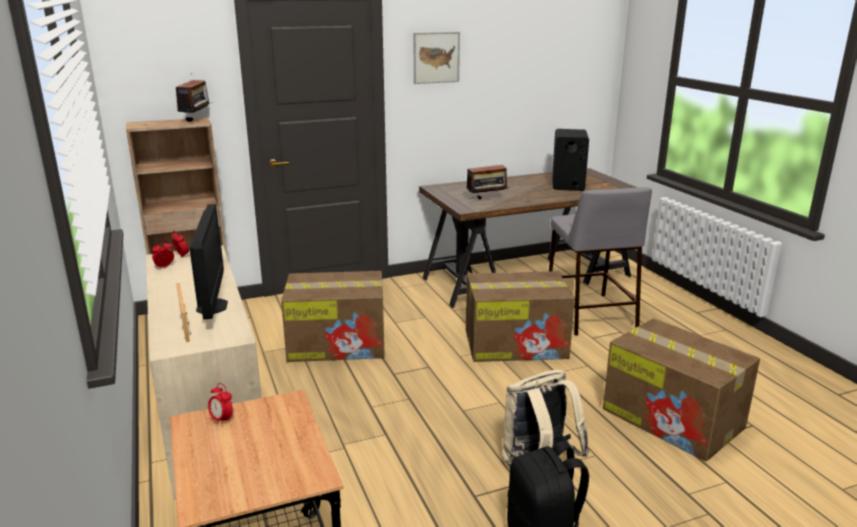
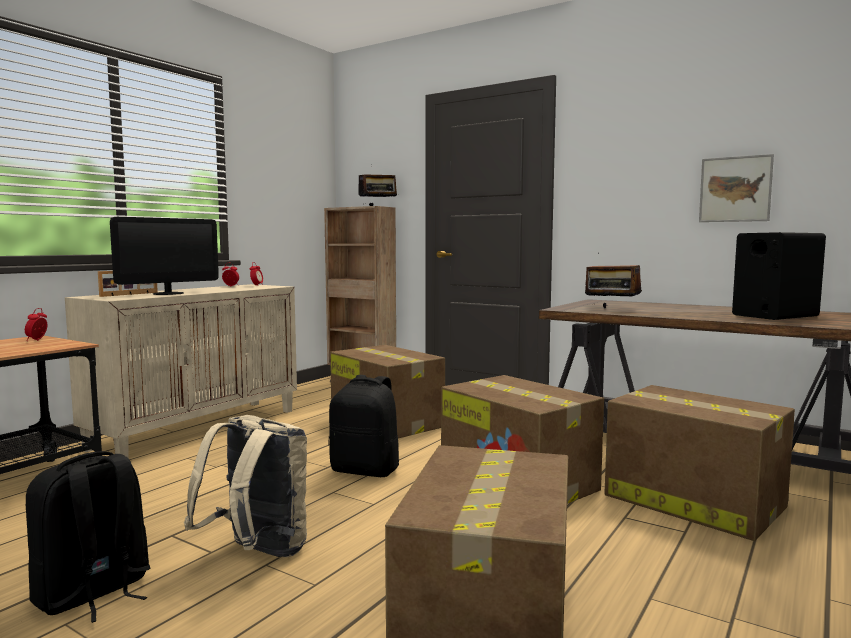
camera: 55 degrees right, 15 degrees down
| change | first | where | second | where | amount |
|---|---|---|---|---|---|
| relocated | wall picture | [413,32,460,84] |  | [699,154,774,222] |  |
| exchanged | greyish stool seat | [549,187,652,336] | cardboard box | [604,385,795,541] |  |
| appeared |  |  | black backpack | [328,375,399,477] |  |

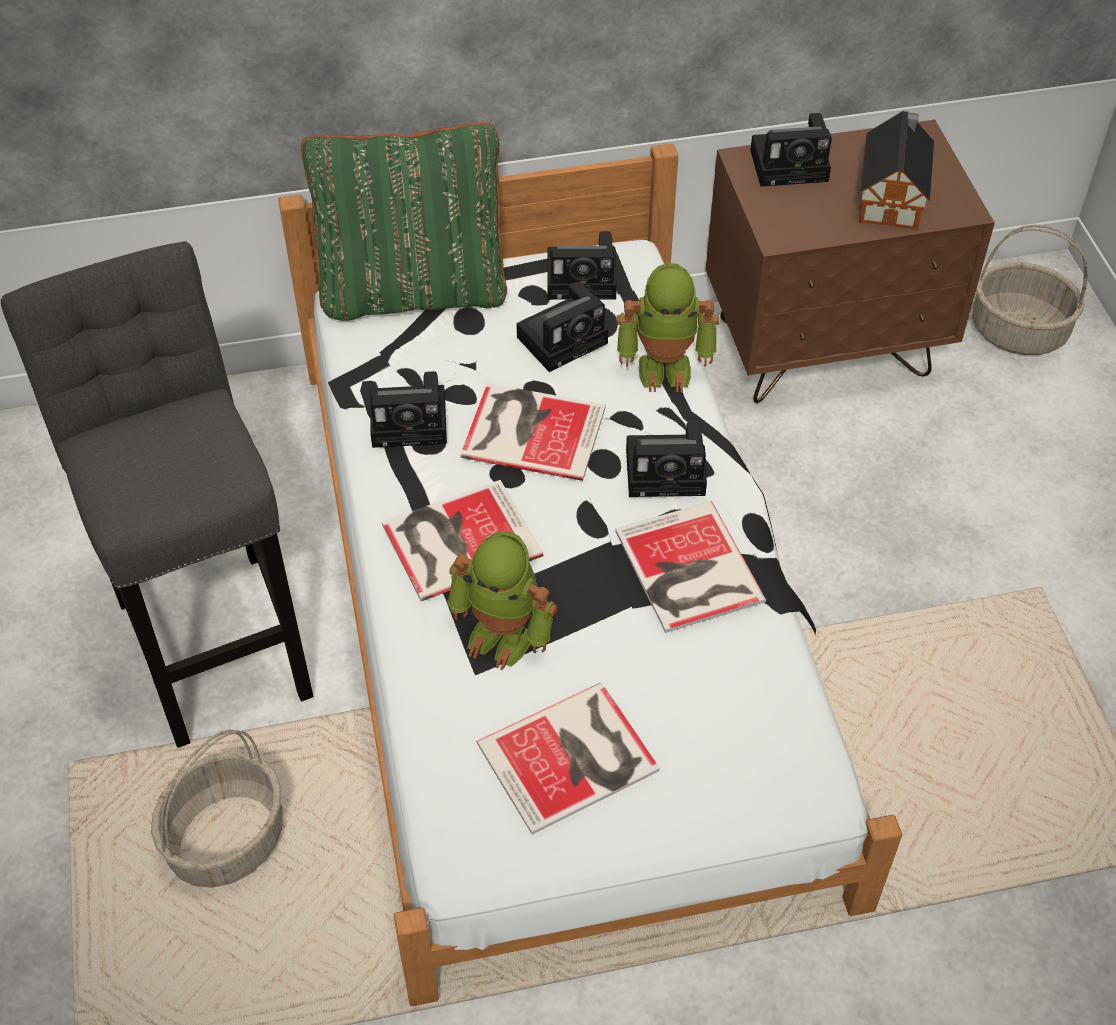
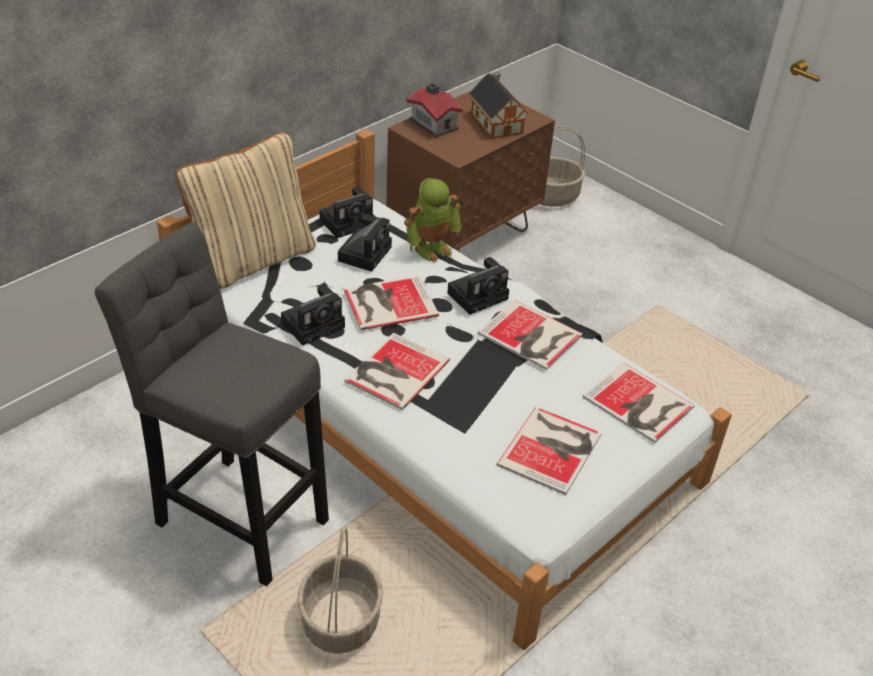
camera: 35 degrees left, 10 degrees down
| change | first | where | second | where | amount |
|---|---|---|---|---|---|
| exchanged | photo camera | [750,113,832,187] | toy house | [407,83,463,137] |  |
| colour | greenish throw pillow | [301,122,507,321] | sand-coloured throw pillow | [176,132,316,289] |  |
| missing | robot figure | [447,531,557,670] |  |  |  |
| appeared |  |  | bound book | [582,362,695,443] |  |

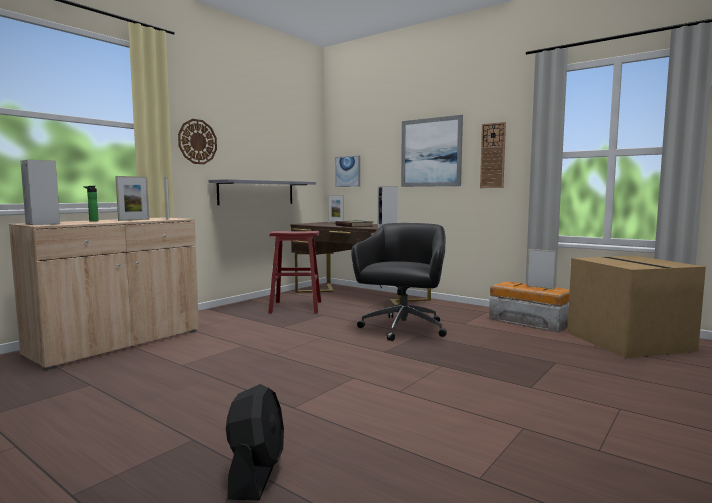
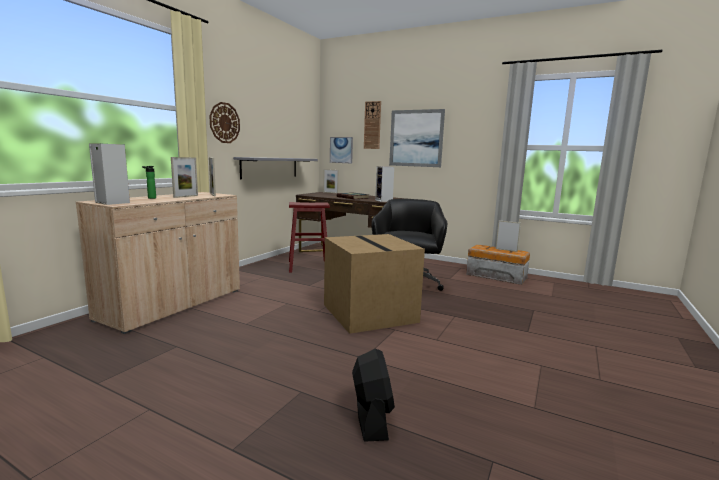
camera: 10 degrees left, 5 degrees up
| change | first | where | second | where | amount |
|---|---|---|---|---|---|
| relocated | wall clock | [480,122,506,188] |  | [364,101,381,149] |  |
| relocated | cardboard box | [567,256,706,358] |  | [324,234,425,334] |  |

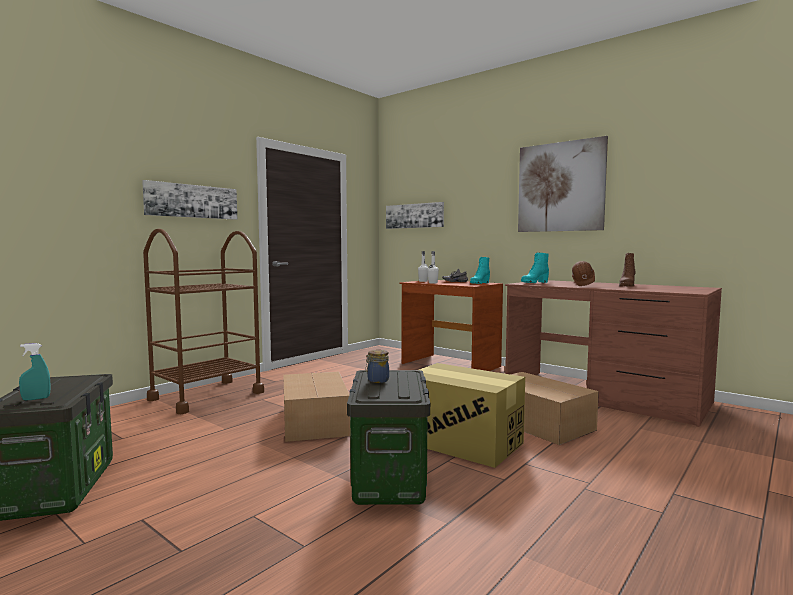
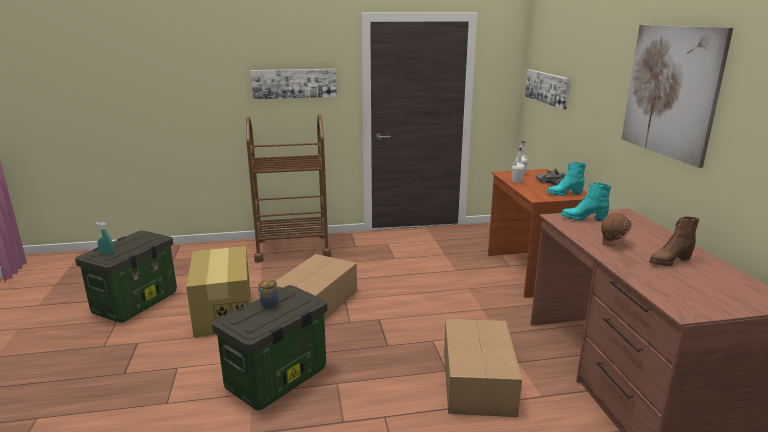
camera: 40 degrees right, 15 degrees up
| change | first | where | second | where | amount |
|---|---|---|---|---|---|
| relocated | cardboard box | [419,363,525,468] |  | [186,246,251,337] |  |

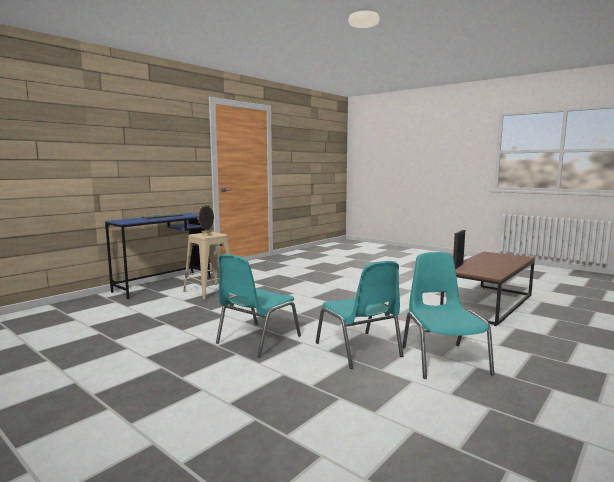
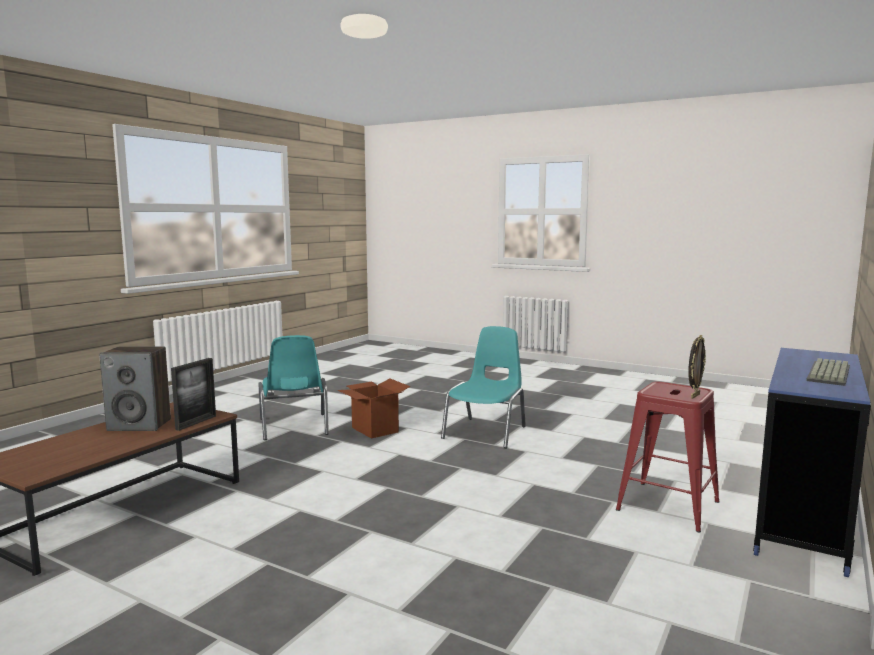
camera: 170 degrees right, 0 degrees up
| change | first | where | second | where | amount |
|---|---|---|---|---|---|
| colour | sand-coloured stool seat | [183,232,231,300] | red stool seat | [616,381,720,532] |  |
| exchanged | blue-green upright chair | [316,261,403,369] | cardboard box | [338,378,411,439] |  |
| appeared |  |  | speaker | [99,346,171,431] |  |

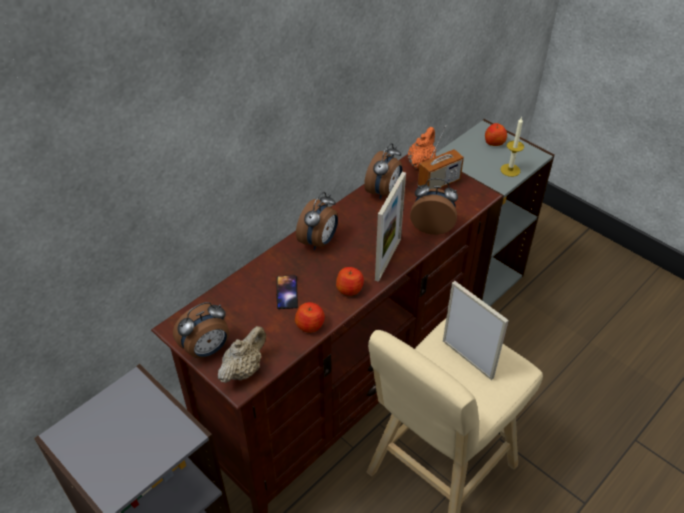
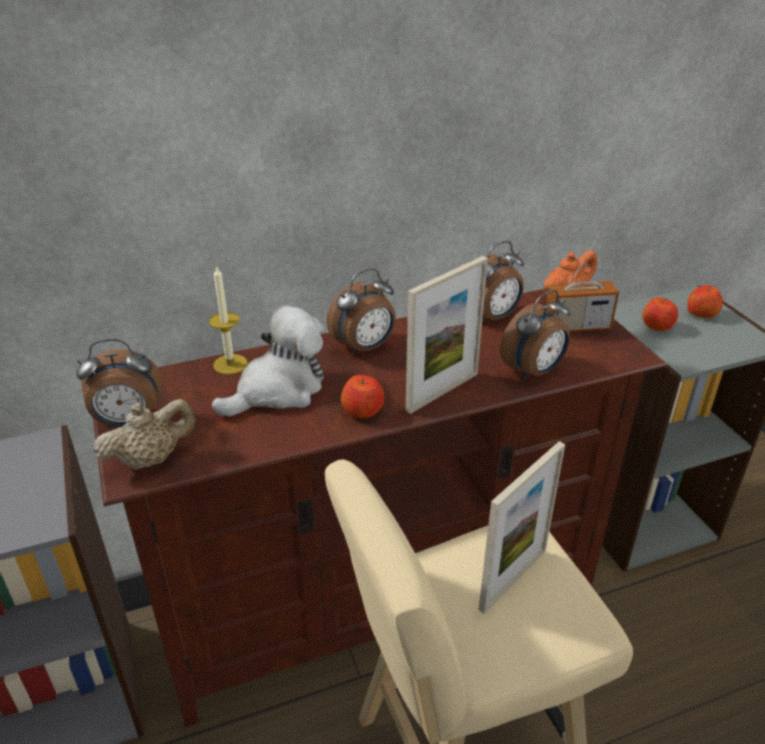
camera: 25 degrees right, 10 degrees down
| change | first | where | second | where | amount |
|---|---|---|---|---|---|
| relocated | wax light | [500,117,524,177] |  | [209,265,248,375] |  |
| spun | alarm clock | [410,178,458,235] |  | [500,290,571,380] | 105 degrees clockwise |
| exchanged | telephone | [277,275,298,309] | plush toy | [212,305,324,416] |  |
| spun | standing frame | [443,281,509,380] |  | [479,441,565,614] | 60 degrees clockwise |
| relocated | whole apple | [295,302,325,333] |  | [642,297,678,331] |  |

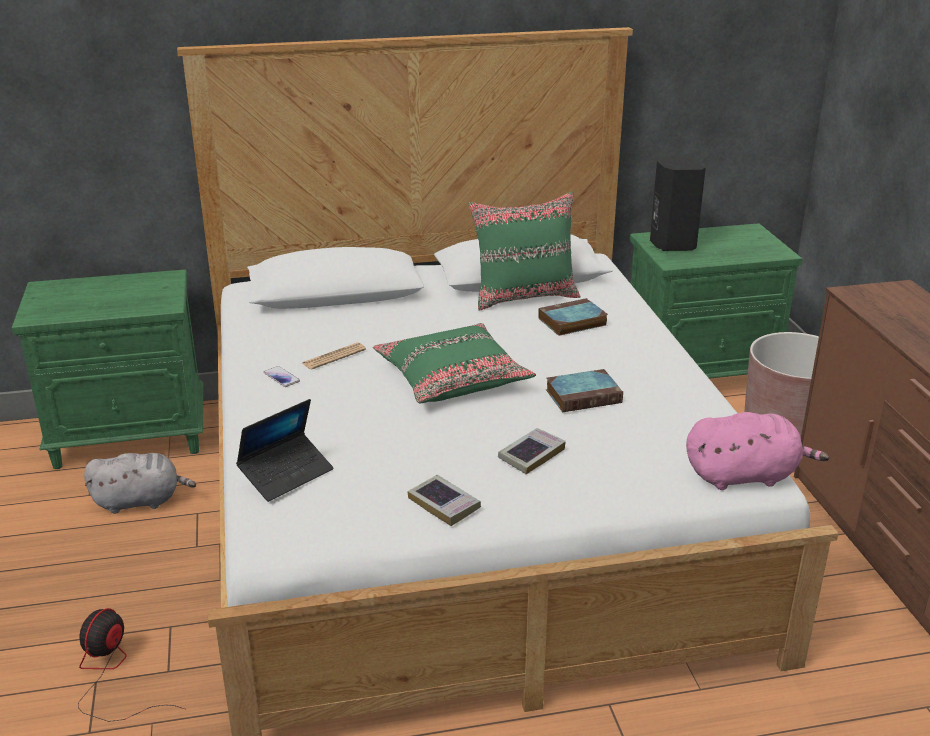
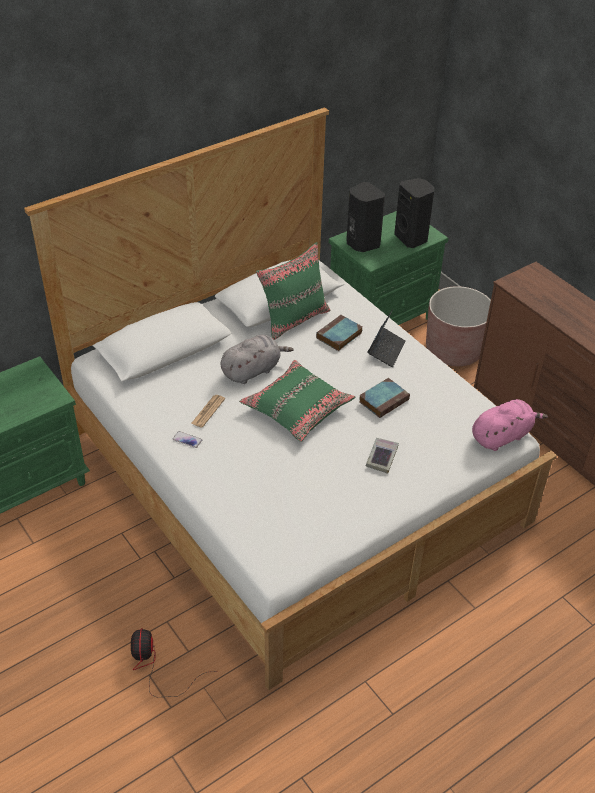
camera: 25 degrees left, 15 degrees up
| change | first | where | second | where | amount |
|---|---|---|---|---|---|
| relocated | portable computer | [236,399,334,502] |  | [367,309,406,367] |  |
| relocated | greyish plush toy | [84,453,196,514] |  | [221,335,293,384] |  |
| missing | bound book | [407,475,481,526] |  |  |  |
| appeared |  |  | black speaker | [394,178,434,248] |  |

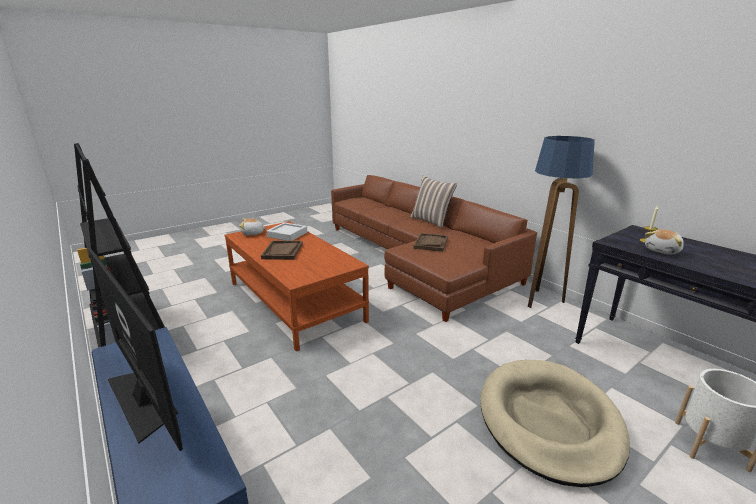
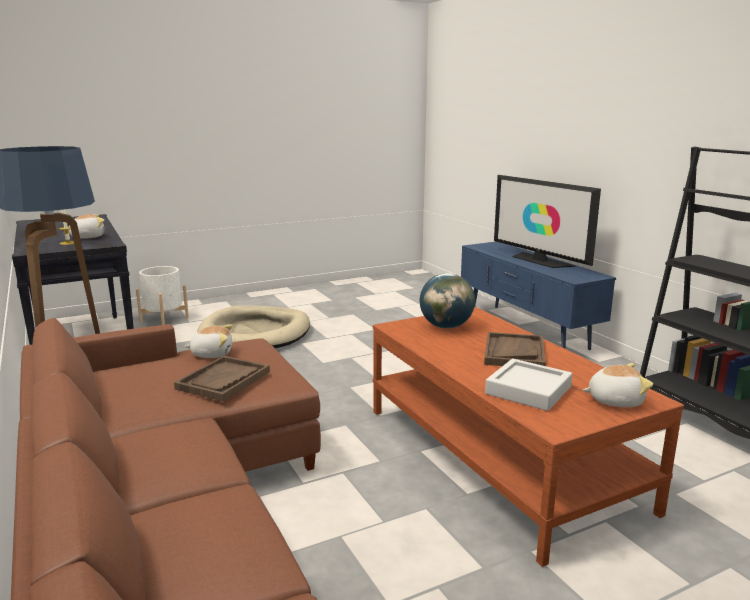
camera: 170 degrees left, 5 degrees down
| change | first | where | second | where | amount |
|---|---|---|---|---|---|
| missing | throw pillow | [410,175,457,228] |  |  |  |
| appeared |  |  | globe | [419,273,475,328] |  |
| appeared |  |  | plush toy | [184,325,233,358] |  |

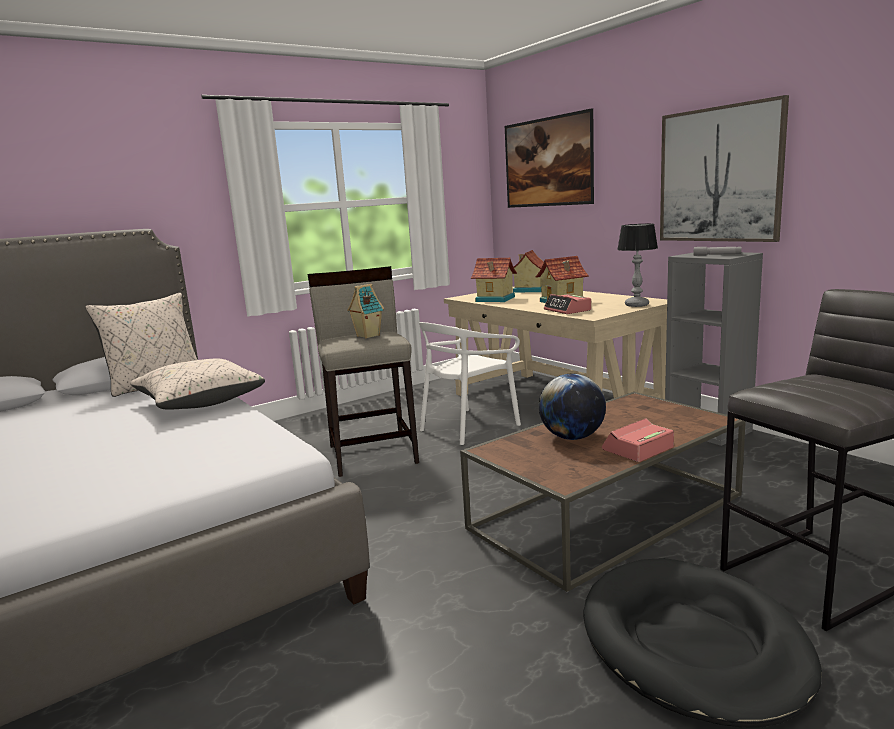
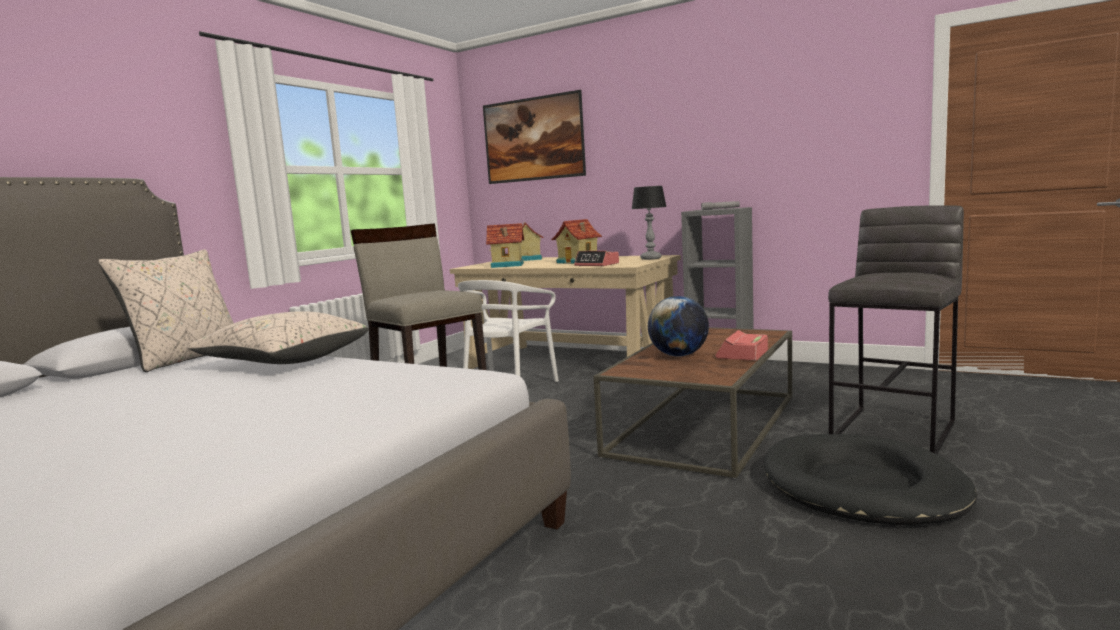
camera: 25 degrees left, 5 degrees down
| change | first | where | second | where | amount |
|---|---|---|---|---|---|
| missing | wall picture | [660,95,789,242] |  |  |  |
| missing | toy house | [347,284,384,338] |  |  |  |

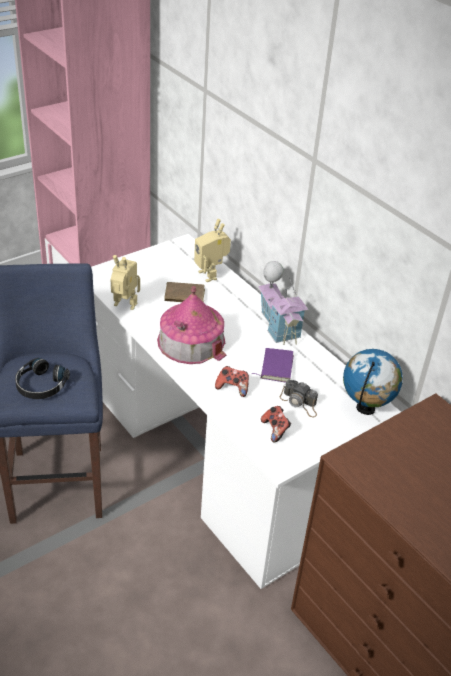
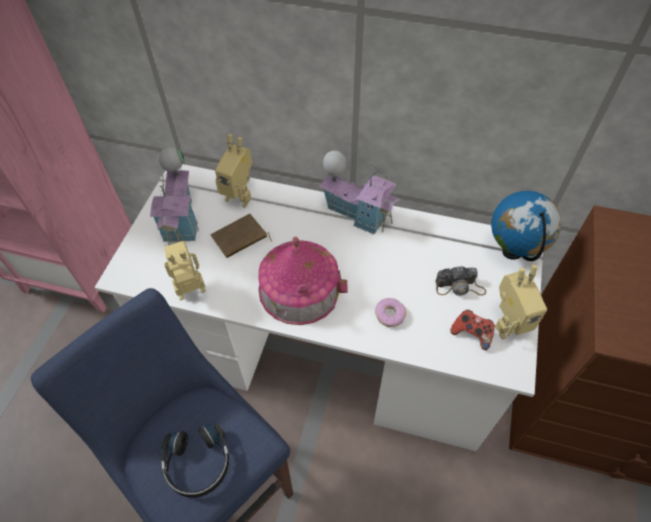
camera: 35 degrees left, 15 degrees up
| change | first | where | second | where | amount |
|---|---|---|---|---|---|
| missing | purplish bound book | [252,348,294,382] |  |  |  |
| exchanged | game controller | [215,366,249,397] | ring doughnut | [375,298,406,327] |  |
| appeared |  |  | toy house | [150,146,199,245] |  |
| appeared |  |  | robot figure | [495,265,547,339] |  |

